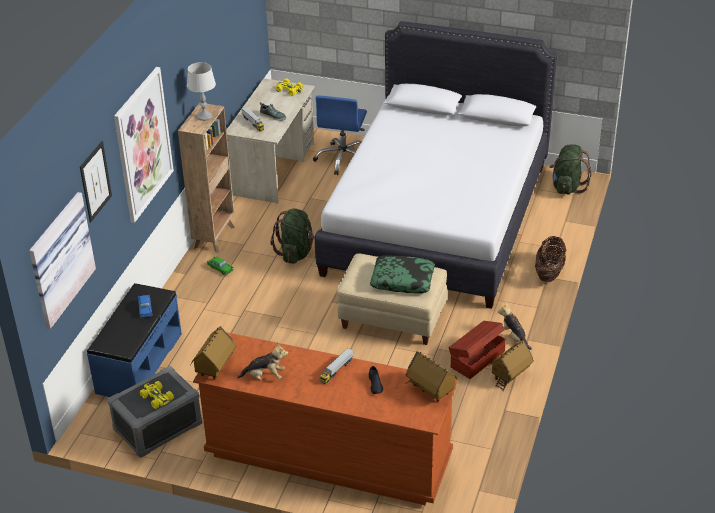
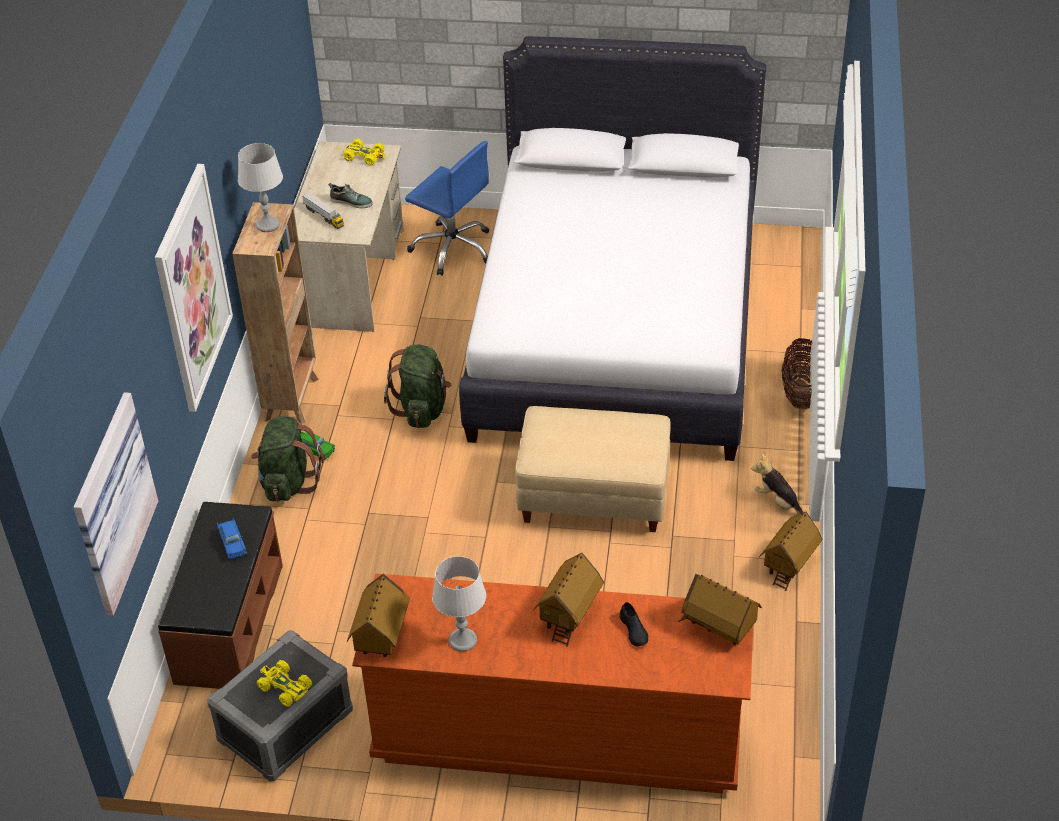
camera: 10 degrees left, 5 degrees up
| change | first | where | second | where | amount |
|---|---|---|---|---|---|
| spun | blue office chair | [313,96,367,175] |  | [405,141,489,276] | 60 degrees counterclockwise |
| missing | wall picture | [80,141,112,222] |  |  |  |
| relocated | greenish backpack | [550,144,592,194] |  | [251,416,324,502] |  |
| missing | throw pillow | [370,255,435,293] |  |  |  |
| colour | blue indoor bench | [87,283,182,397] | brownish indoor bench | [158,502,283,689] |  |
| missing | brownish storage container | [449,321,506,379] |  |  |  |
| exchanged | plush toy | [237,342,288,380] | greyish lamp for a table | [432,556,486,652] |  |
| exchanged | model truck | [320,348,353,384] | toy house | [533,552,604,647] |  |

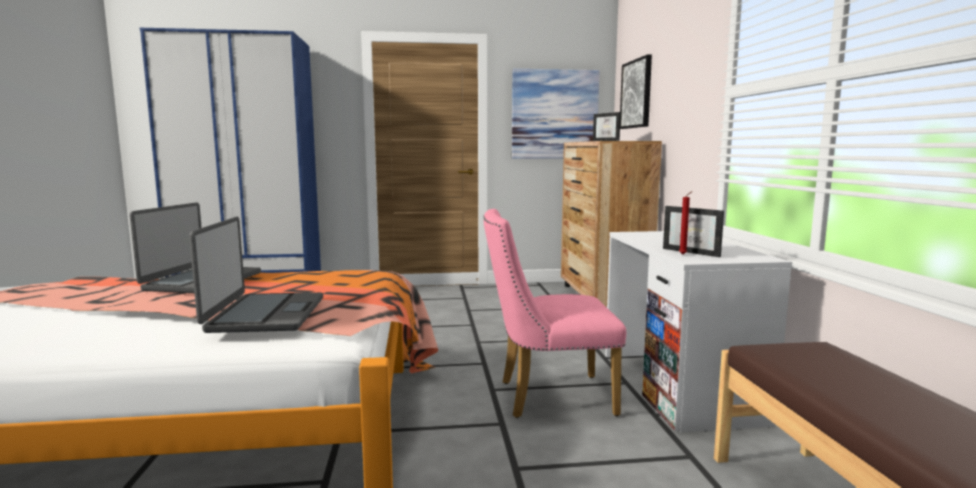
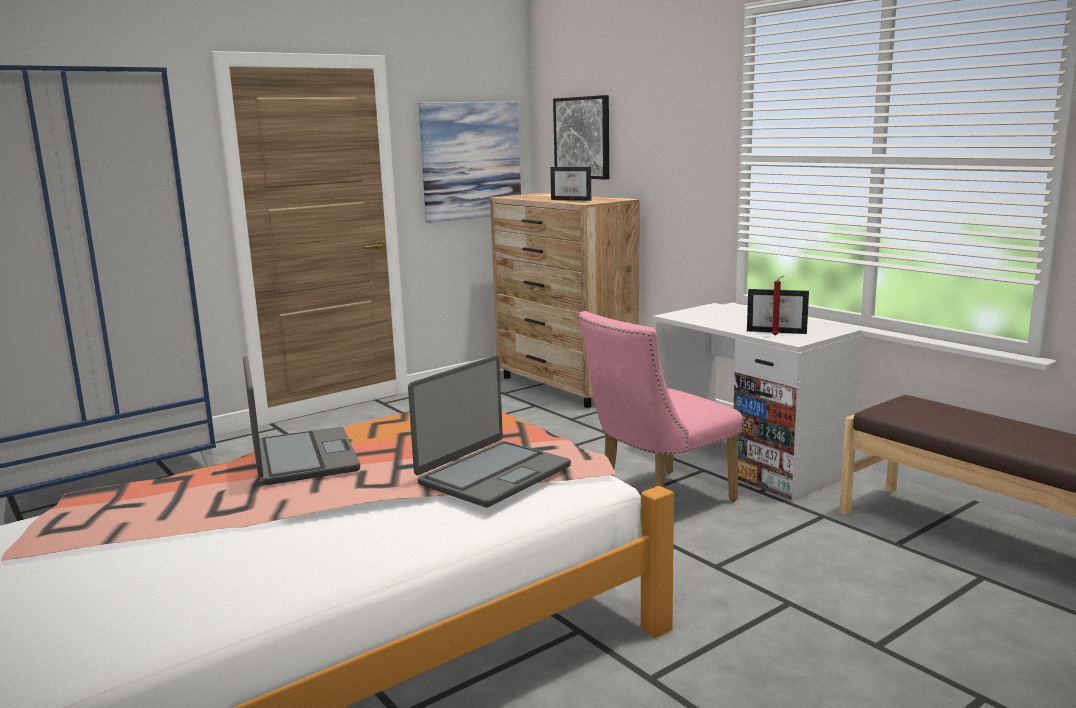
camera: 30 degrees left, 5 degrees up
| change | first | where | second | where | amount |
|---|---|---|---|---|---|
| spun | portable computer | [189,217,323,333] |  | [408,355,571,508] | 75 degrees clockwise |

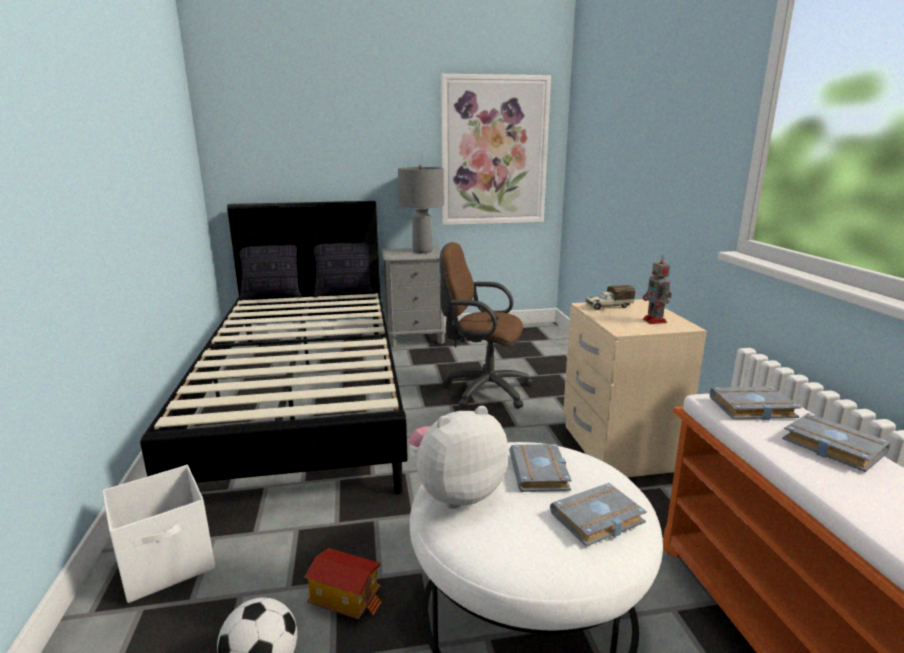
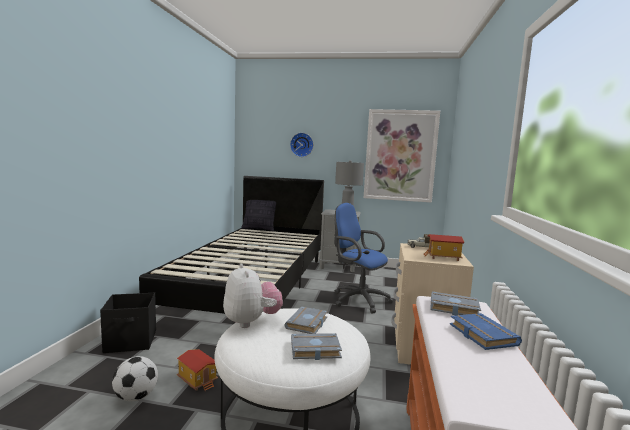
camera: 20 degrees right, 10 degrees down
| change | first | where | second | where | amount |
|---|---|---|---|---|---|
| missing | throw pillow | [313,242,374,297] |  |  |  |
| colour | brownish office chair | [440,242,534,409] | blue office chair | [334,203,393,313] |  |
| exchanged | robot figure | [643,255,672,324] | toy house | [424,234,464,261] |  |
| spun | plush toy | [408,406,508,509] |  | [223,263,283,328] | 75 degrees clockwise |
| colour | greyish bound book | [782,413,891,472] | blue bound book | [450,313,522,350] |  |
| colour | white-coloured storage container | [103,465,215,603] | black storage container | [100,293,156,353] |  |
| appeared |  |  | wall clock | [290,133,314,157] |  |

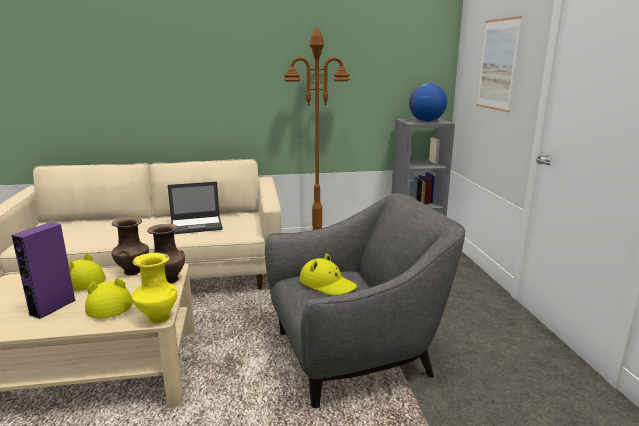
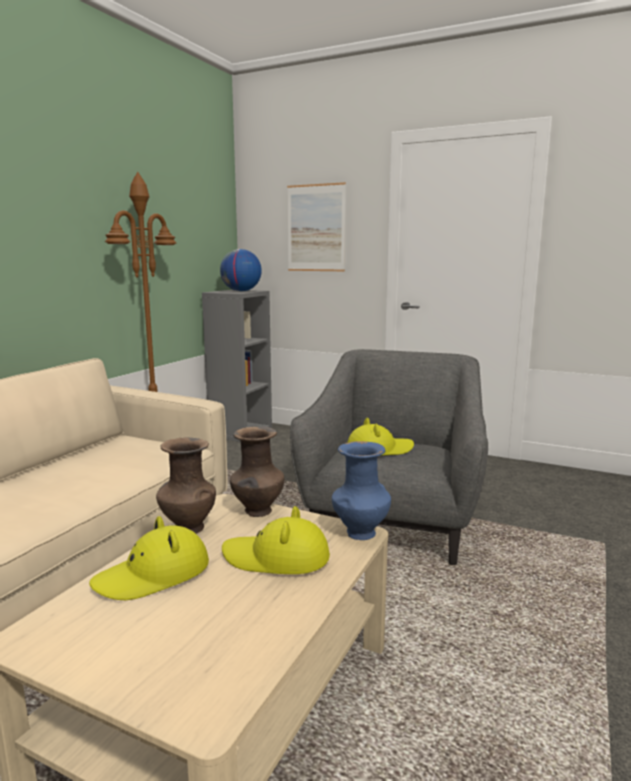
camera: 55 degrees left, 5 degrees down
| change | first | where | second | where | amount |
|---|---|---|---|---|---|
| missing | portable computer | [168,182,223,234] |  |  |  |
| missing | purplish speaker | [11,222,76,319] |  |  |  |
| colour | yellow flower vase | [132,253,177,324] | blue flower vase | [332,441,391,540] |  |

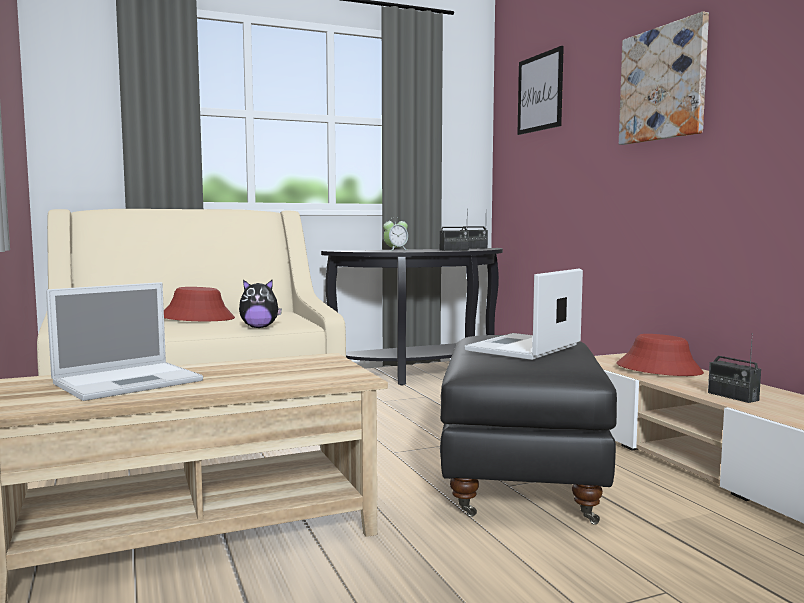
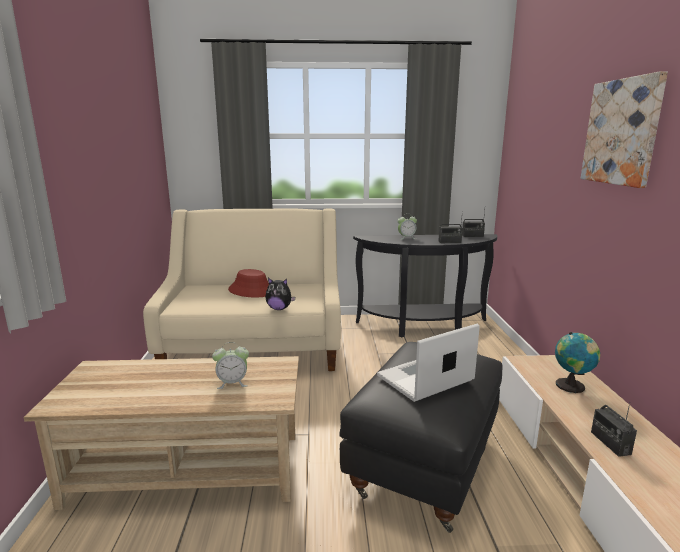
camera: 20 degrees right, 10 degrees up
| change | first | where | second | where | amount |
|---|---|---|---|---|---|
| missing | wall picture | [517,46,564,135] |  |  |  |
| missing | portable computer | [46,282,203,401] |  |  |  |
| exchanged | red hat | [616,334,704,376] | globe | [555,332,600,393] |  |
| appeared |  |  | alarm clock | [212,342,249,389] |  |

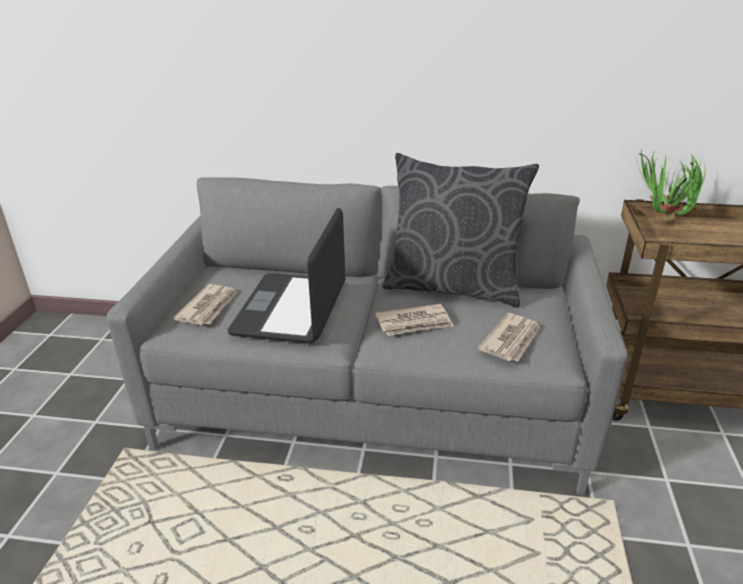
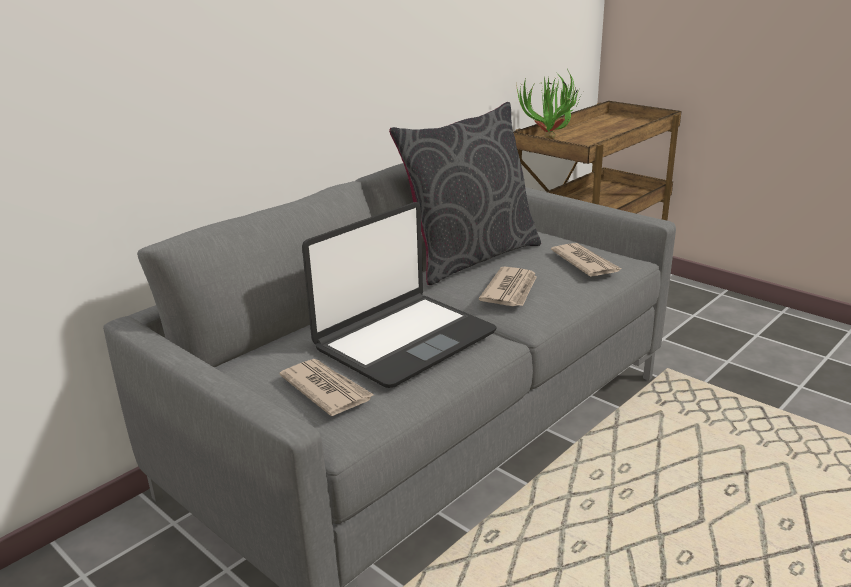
camera: 55 degrees left, 5 degrees down
| change | first | where | second | where | amount |
|---|---|---|---|---|---|
| spun | portable computer | [228,208,346,344] |  | [302,202,497,388] | 90 degrees counterclockwise |

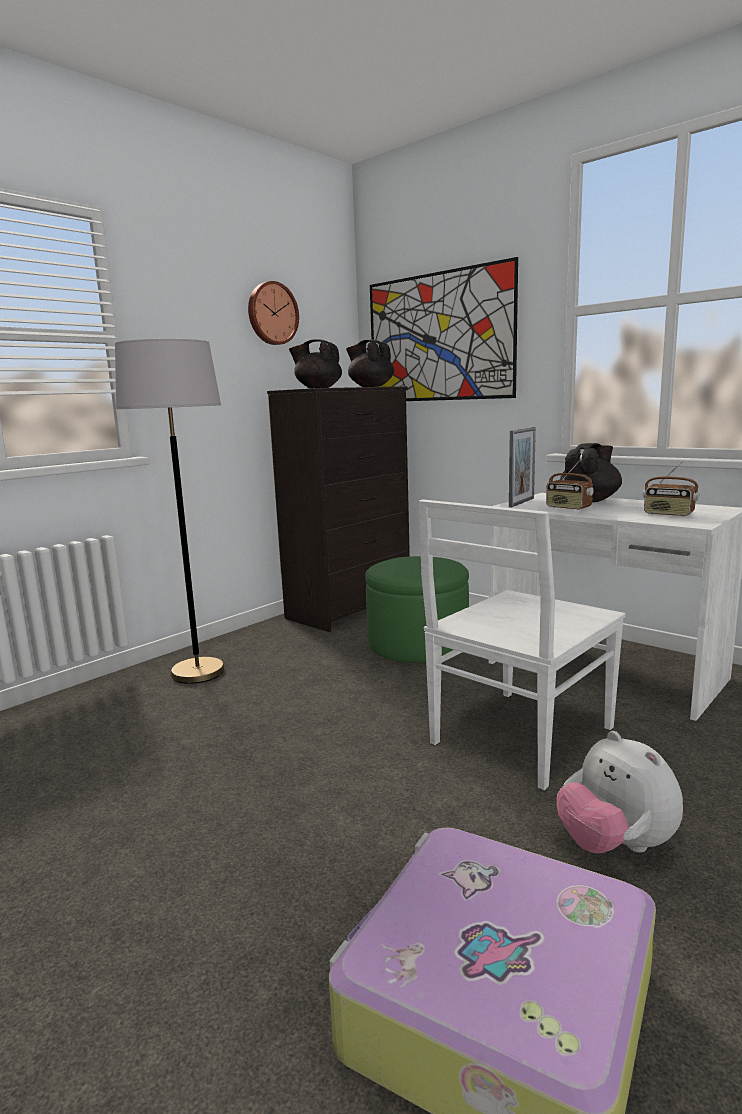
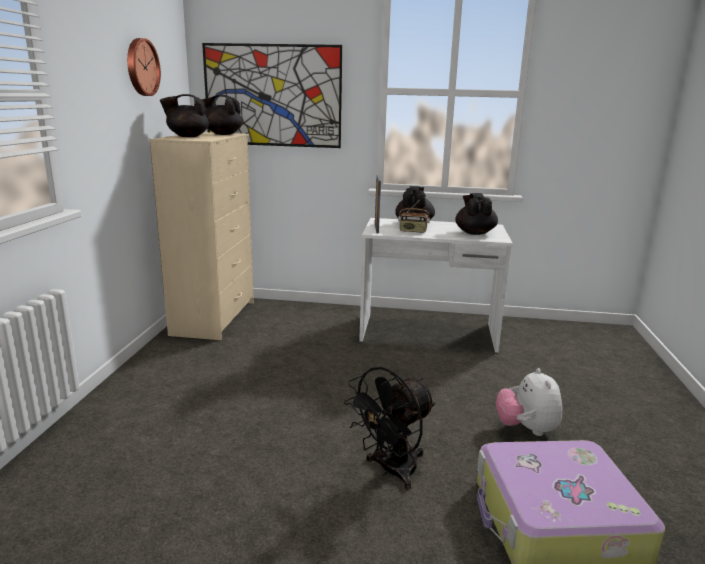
camera: 35 degrees left, 5 degrees up
| change | first | where | second | where | amount |
|---|---|---|---|---|---|
| missing | greyish standing lamp | [115,339,225,684] |  |  |  |
| colour | black drawer chest | [267,386,410,632] | sand-coloured drawer chest | [149,132,254,340] |  |
| exchanged | radio | [643,461,699,517] | black teapot | [455,193,498,235] |  |
| missing | white-coloured upright chair | [419,499,626,790] |  |  |  |
| missing | greenish footrest | [365,556,469,663] |  |  |  |
| spun | plush toy | [556,731,683,853] |  | [496,368,563,436] | 60 degrees clockwise |
| appeared |  |  | black fan | [344,367,436,489] |  |

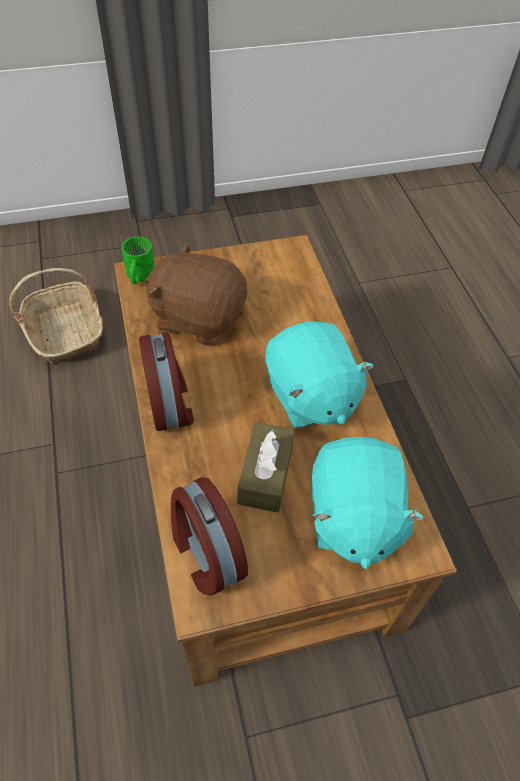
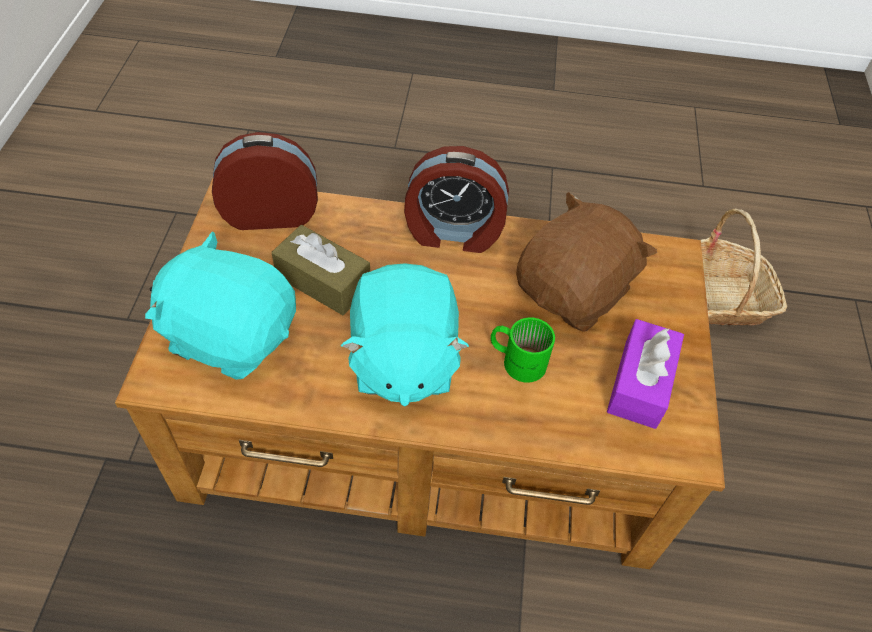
camera: 110 degrees right, 0 degrees up
| change | first | where | second | where | amount |
|---|---|---|---|---|---|
| relocated | greenish tea mug | [122,237,155,284] |  | [491,317,555,383] |  |
| spun | blue-green plush toy | [265,321,374,428] |  | [340,264,469,407] | 90 degrees counterclockwise |
| appeared |  |  | purplish tissue holder | [607,319,684,429] |  |

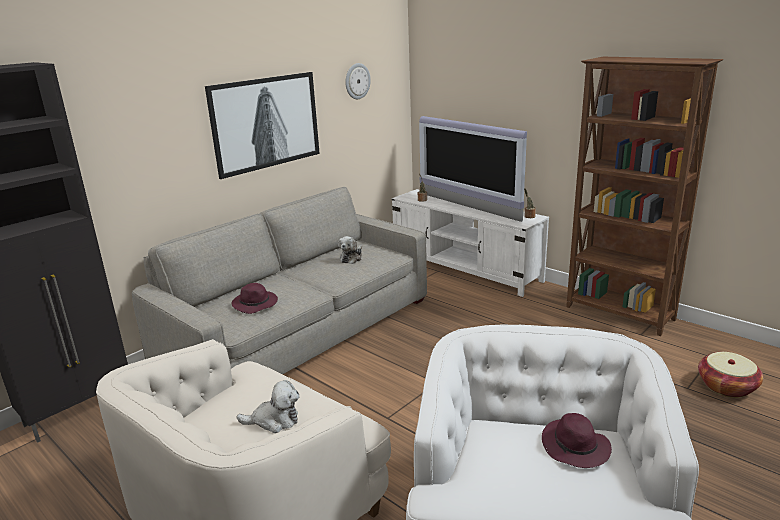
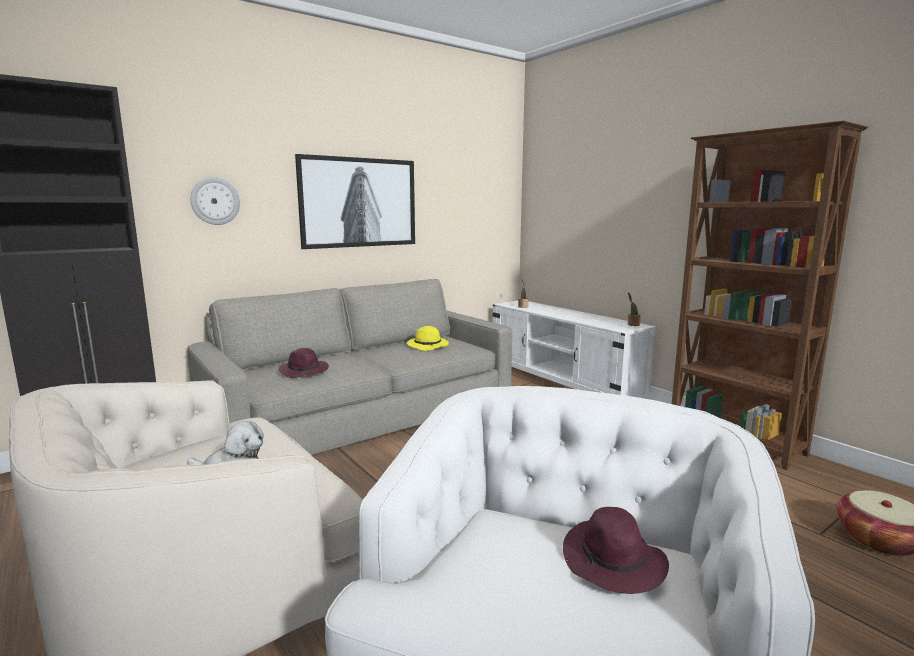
camera: 10 degrees right, 10 degrees down
| change | first | where | second | where | amount |
|---|---|---|---|---|---|
| relocated | wall clock | [345,63,371,99] |  | [190,177,240,225] |  |
| missing | TV set | [419,116,527,222] |  |  |  |
| exchanged | plush toy | [338,236,362,264] | yellow hat | [407,326,449,351] |  |

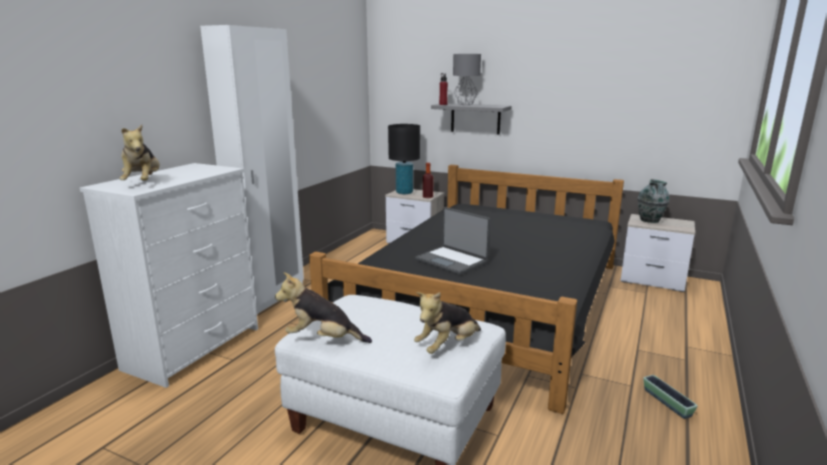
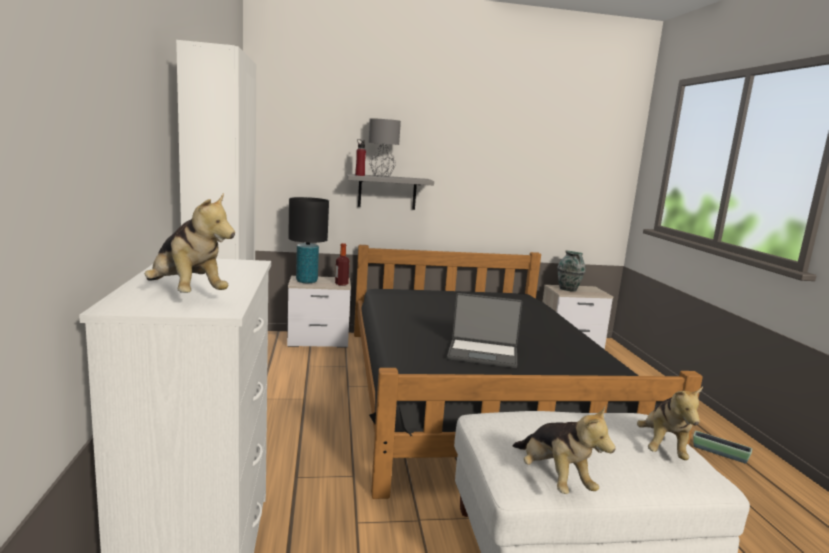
camera: 35 degrees left, 5 degrees down
| change | first | where | second | where | amount |
|---|---|---|---|---|---|
| spun | plush toy | [275,272,372,343] |  | [513,406,616,494] | 90 degrees counterclockwise |

